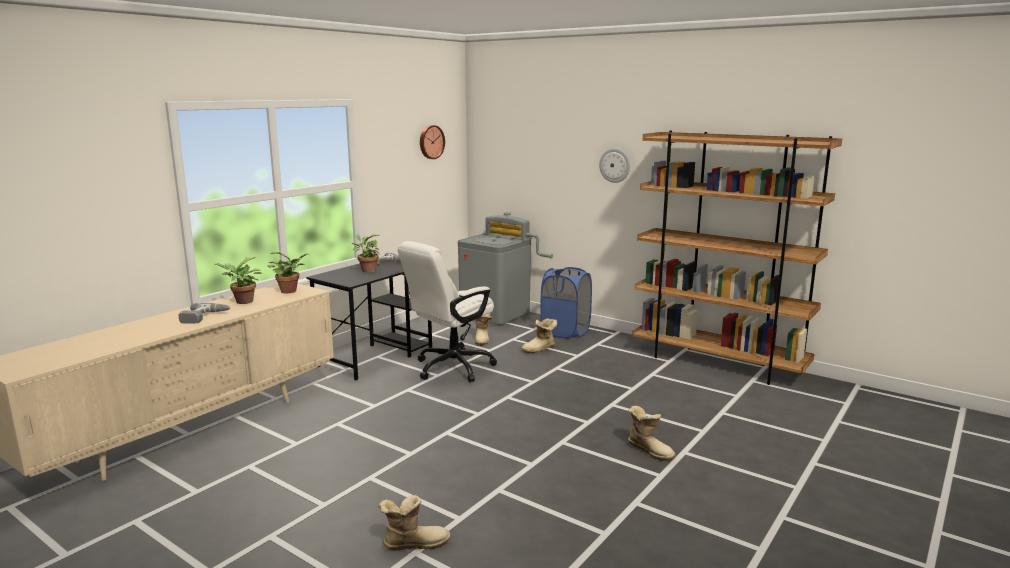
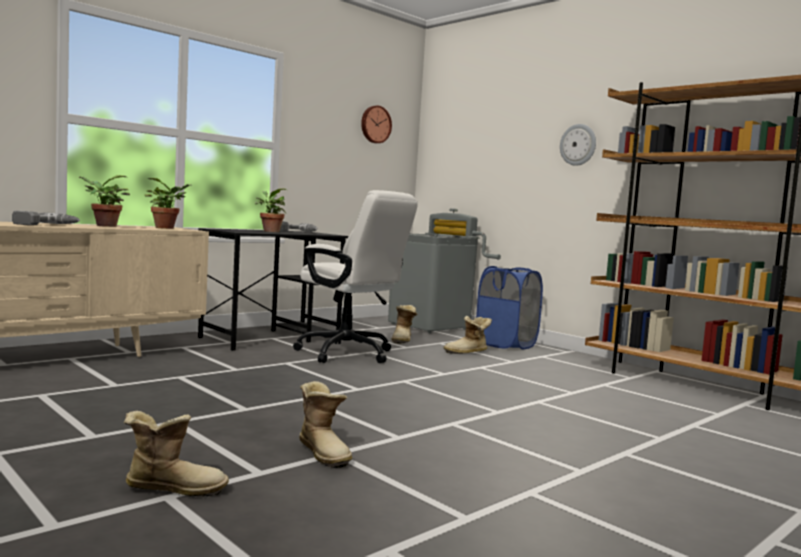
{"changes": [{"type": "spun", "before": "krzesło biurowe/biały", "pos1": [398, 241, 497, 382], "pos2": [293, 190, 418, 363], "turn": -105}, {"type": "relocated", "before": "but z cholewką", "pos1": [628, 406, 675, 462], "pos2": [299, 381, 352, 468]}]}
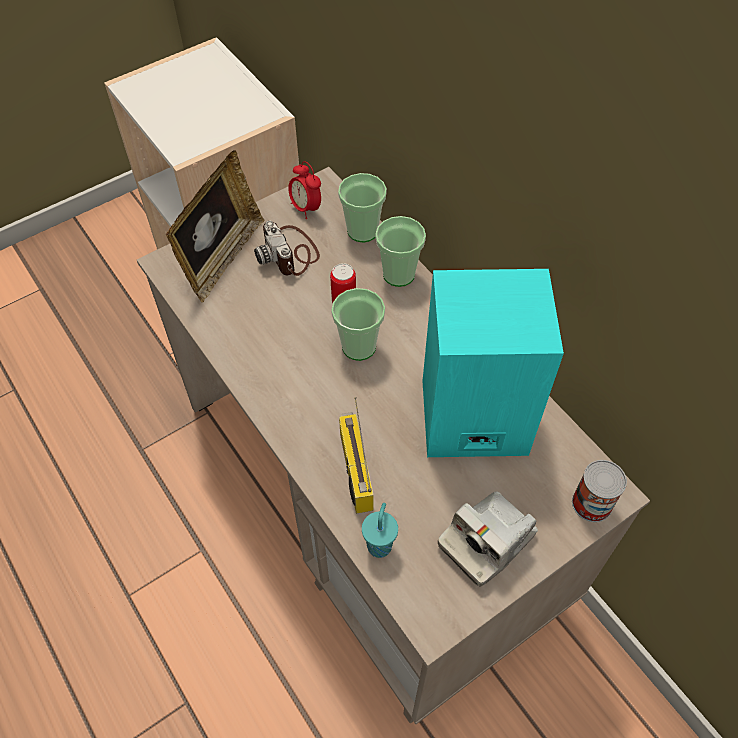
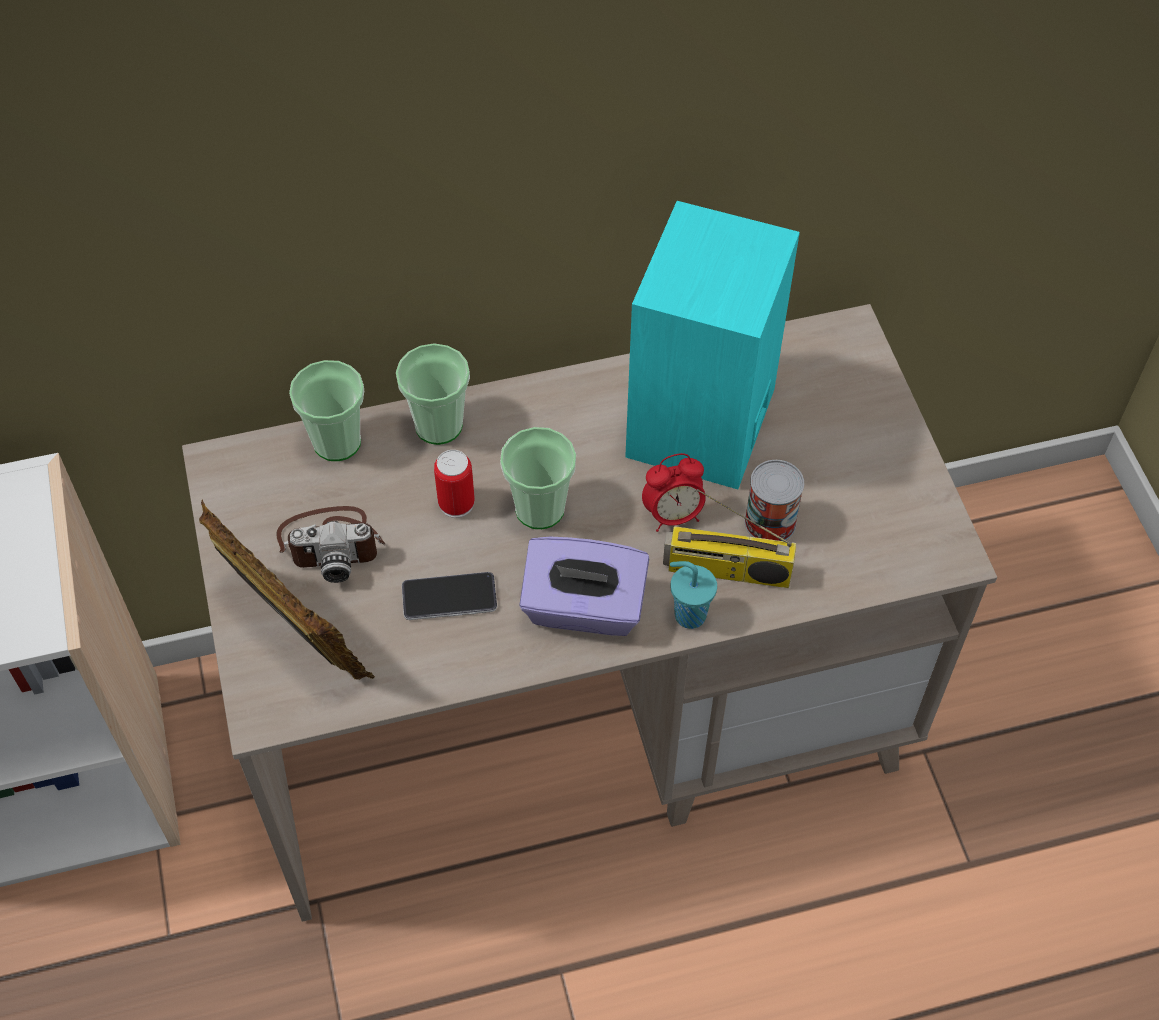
{"changes": [{"type": "relocated", "before": "budzik", "pos1": [288, 161, 321, 219], "pos2": [642, 453, 705, 532]}, {"type": "relocated", "before": "filiżanka/turkusowy", "pos1": [362, 503, 398, 558], "pos2": [670, 561, 717, 629]}, {"type": "missing", "before": "aparat fotograficzny", "pos1": [438, 491, 538, 587]}, {"type": "relocated", "before": "puszka", "pos1": [572, 460, 627, 522], "pos2": [744, 460, 804, 541]}, {"type": "appeared", "after": "telefon", "pos2": [402, 572, 497, 620]}, {"type": "appeared", "after": "pudełko chusteczek/fioletowy", "pos2": [519, 537, 649, 636]}]}
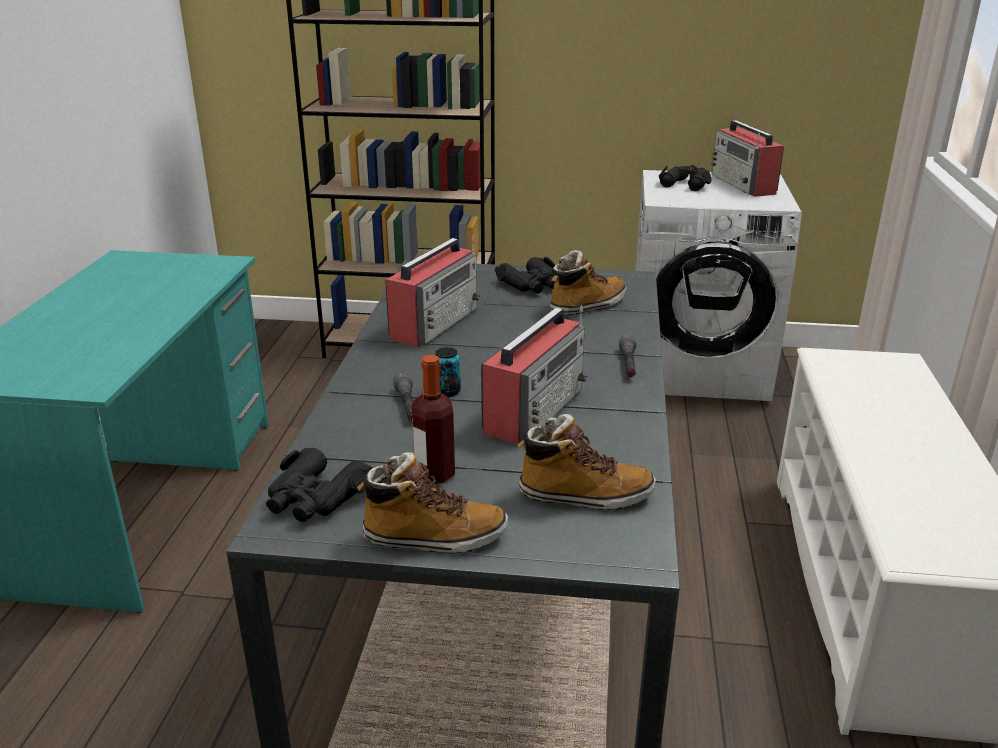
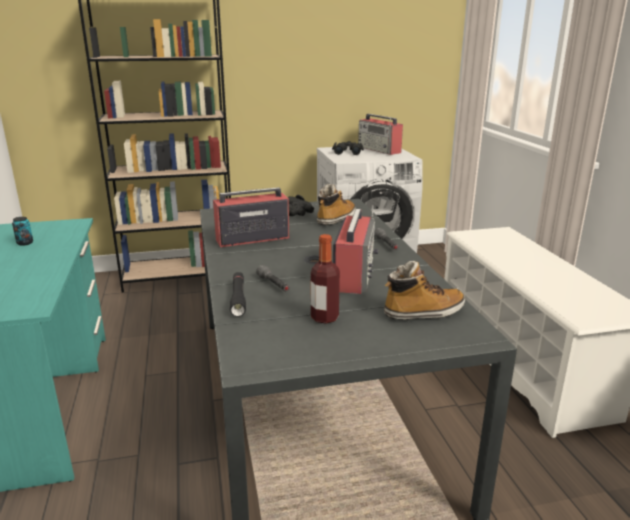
{"changes": [{"type": "missing", "before": "lornetka/czarny", "pos1": [266, 448, 372, 522]}, {"type": "missing", "before": "but z cholewką", "pos1": [357, 452, 508, 554]}, {"type": "spun", "before": "radio", "pos1": [385, 235, 480, 347], "pos2": [213, 187, 289, 247], "turn": -120}, {"type": "relocated", "before": "puszka", "pos1": [435, 347, 461, 397], "pos2": [12, 217, 33, 246]}, {"type": "appeared", "after": "latarka/czarny", "pos2": [230, 272, 246, 317]}]}
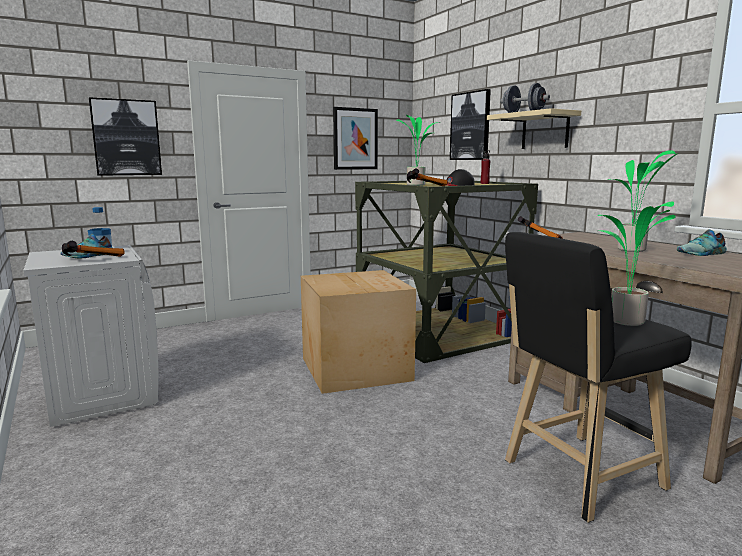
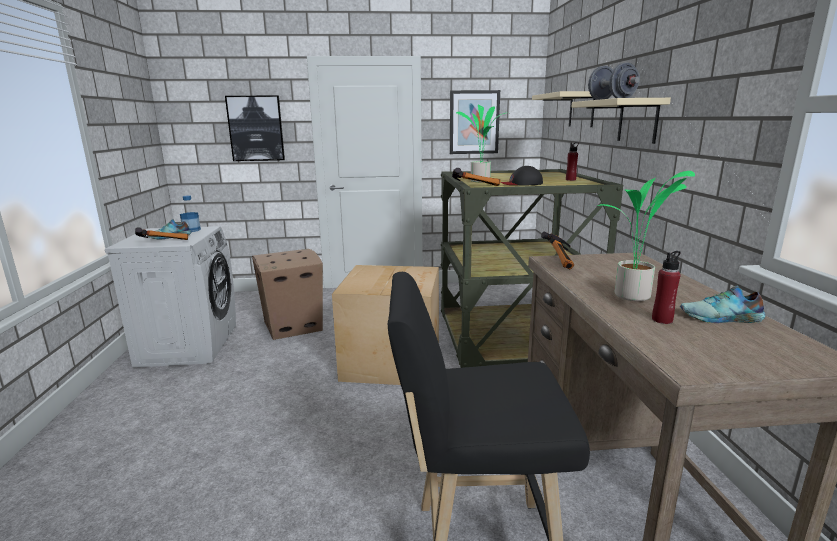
{"changes": [{"type": "exchanged", "before": "obraz", "after": "półka/beżowy", "pos1": [450, 89, 491, 160], "pos2": [532, 91, 595, 127]}, {"type": "missing", "before": "roślina doniczkowa", "pos1": [597, 201, 676, 326]}, {"type": "appeared", "after": "karton", "pos2": [252, 249, 323, 340]}, {"type": "appeared", "after": "butelka/czerwony", "pos2": [652, 251, 681, 324]}]}
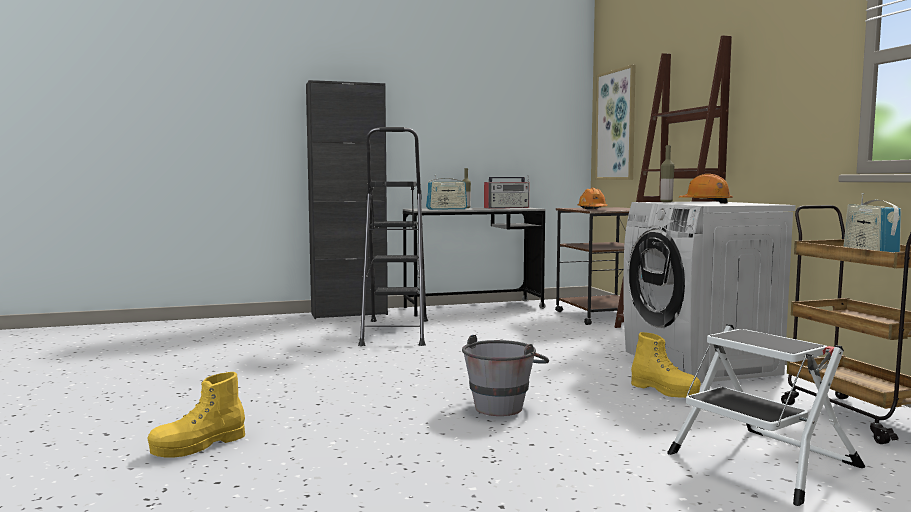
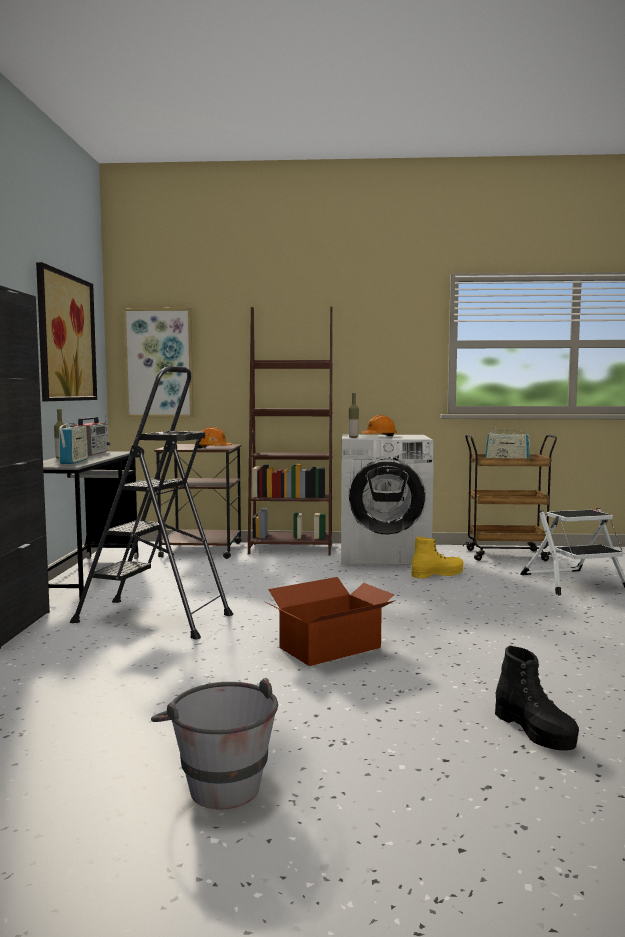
{"changes": [{"type": "colour", "before": "but z cholewką/żółty", "after": "but z cholewką/czarny", "pos1": [147, 372, 245, 458], "pos2": [495, 646, 579, 751]}, {"type": "relocated", "before": "wiadro/szary", "pos1": [462, 335, 549, 416], "pos2": [151, 678, 278, 810]}, {"type": "appeared", "after": "obraz", "pos2": [36, 262, 97, 401]}, {"type": "appeared", "after": "karton", "pos2": [264, 577, 396, 666]}]}
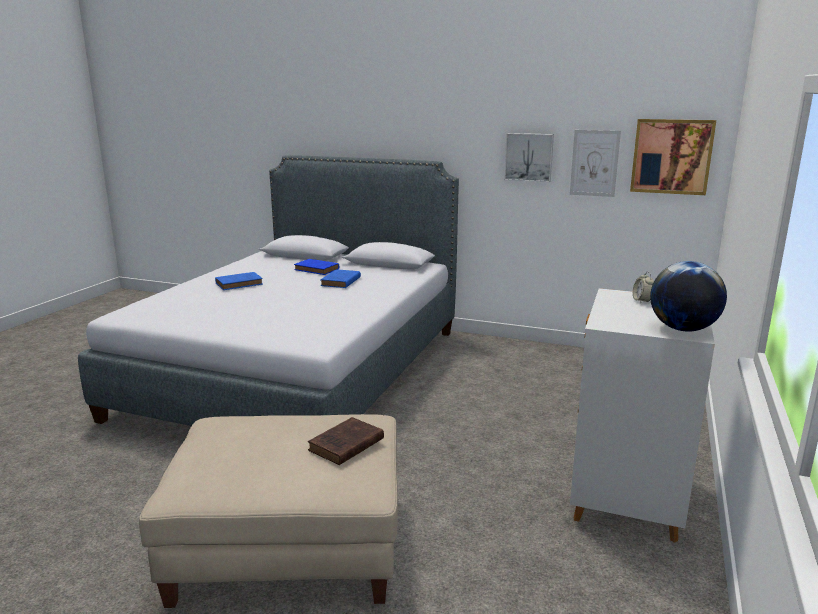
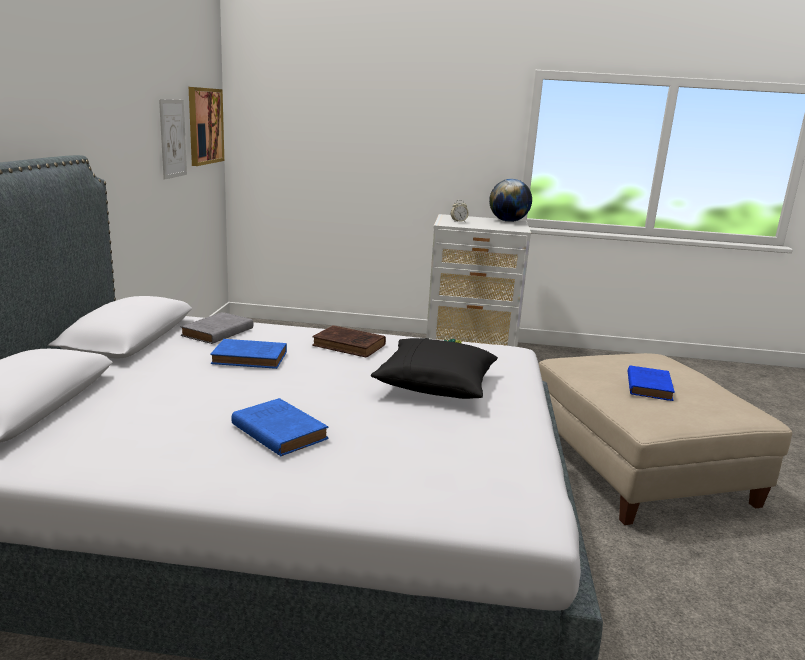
{"changes": [{"type": "relocated", "before": "książka/niebieski", "pos1": [294, 259, 339, 275], "pos2": [628, 365, 675, 401]}, {"type": "relocated", "before": "książka/brązowy", "pos1": [308, 417, 384, 465], "pos2": [312, 325, 386, 358]}, {"type": "missing", "before": "obraz", "pos1": [504, 133, 554, 182]}, {"type": "appeared", "after": "książka/szary", "pos2": [180, 312, 253, 344]}, {"type": "appeared", "after": "poduszka/czarny", "pos2": [371, 338, 498, 399]}]}
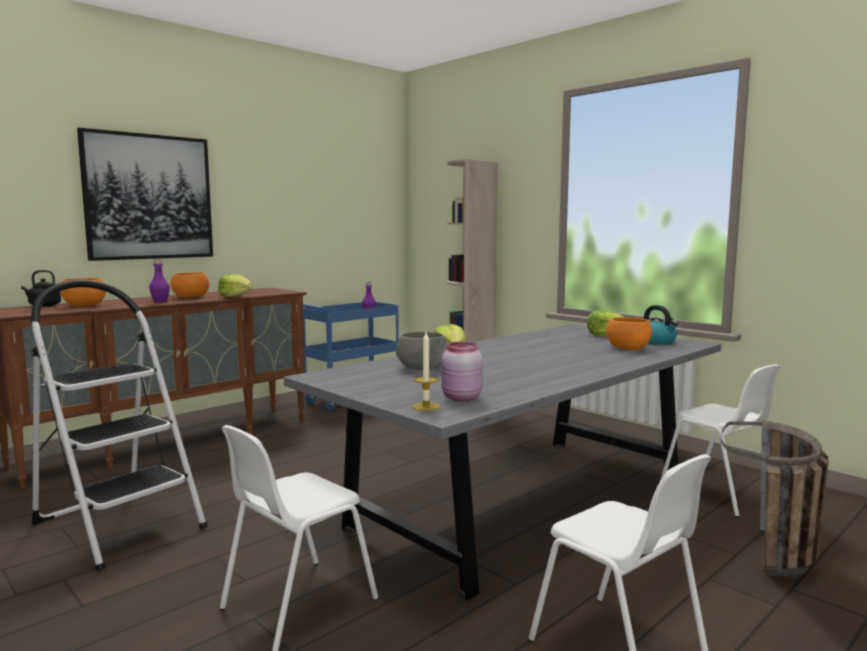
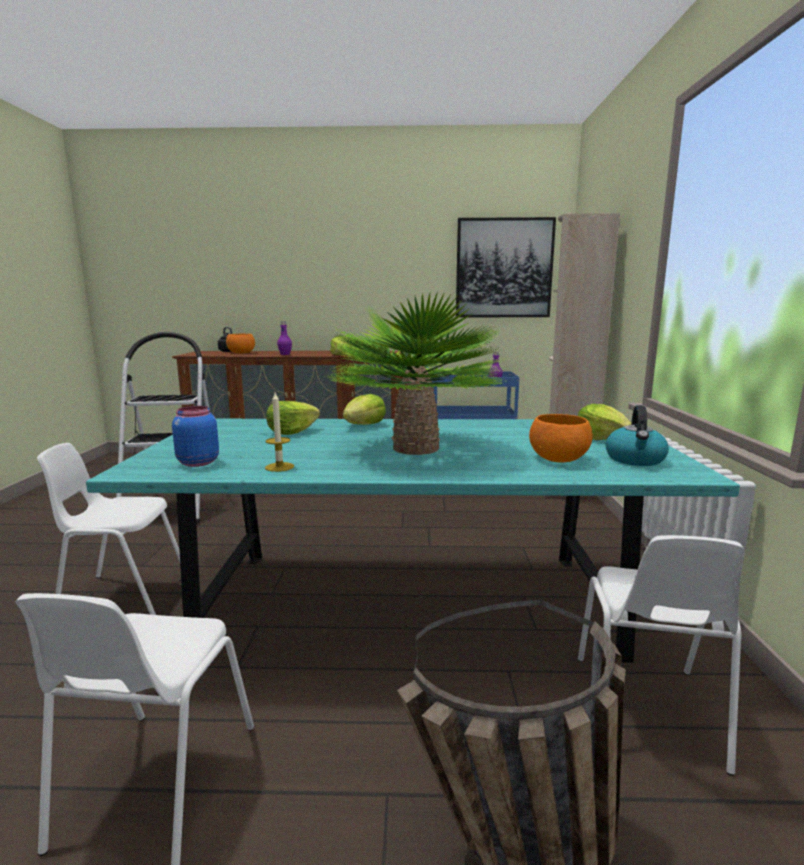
{"changes": [{"type": "relocated", "before": "obraz", "pos1": [77, 128, 213, 261], "pos2": [456, 217, 556, 317]}, {"type": "missing", "before": "miska/pomarańczowy", "pos1": [171, 272, 209, 298]}, {"type": "colour", "before": "stół jadalny/szary", "after": "stół jadalny/turkusowy", "pos1": [284, 324, 722, 601], "pos2": [86, 419, 740, 663]}, {"type": "exchanged", "before": "miska/szary", "after": "sałata", "pos1": [396, 331, 448, 370], "pos2": [266, 401, 320, 435]}, {"type": "relocated", "before": "świeca", "pos1": [412, 332, 441, 411], "pos2": [265, 393, 294, 472]}, {"type": "colour", "before": "słoik/różowy", "after": "słoik/niebieski", "pos1": [442, 342, 483, 401], "pos2": [172, 406, 219, 467]}, {"type": "appeared", "after": "roślina doniczkowa", "pos2": [327, 291, 505, 455]}]}
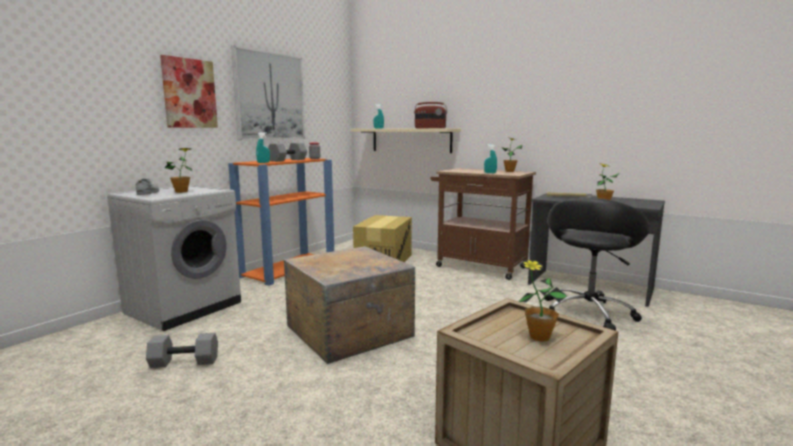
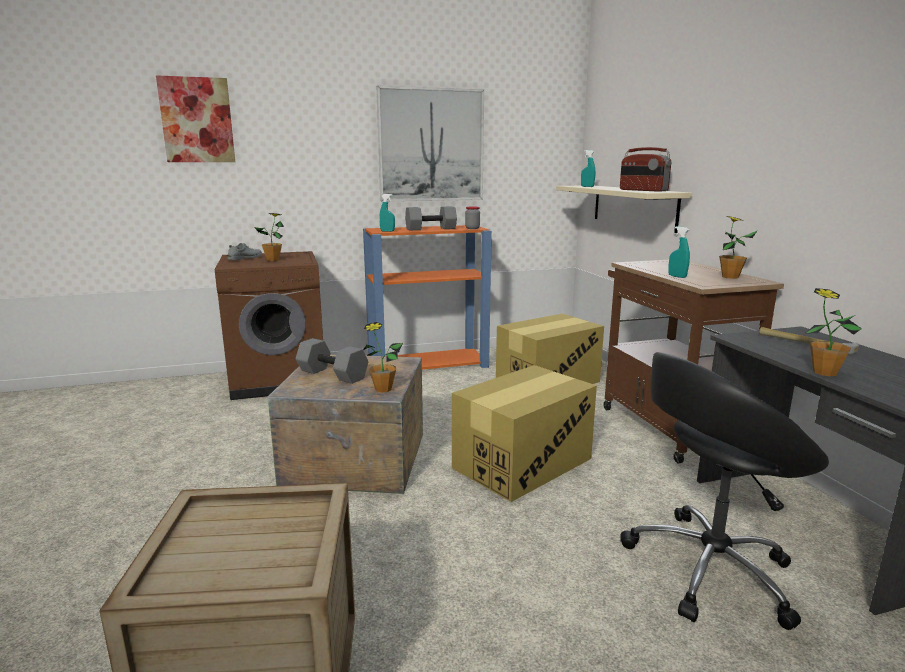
{"changes": [{"type": "colour", "before": "pralka/biały", "after": "pralka/brązowy", "pos1": [107, 185, 241, 331], "pos2": [215, 251, 323, 400]}, {"type": "relocated", "before": "hantel/szary", "pos1": [146, 333, 218, 368], "pos2": [296, 338, 368, 384]}, {"type": "relocated", "before": "obraz", "pos1": [160, 55, 218, 128], "pos2": [156, 75, 235, 162]}, {"type": "relocated", "before": "roślina doniczkowa", "pos1": [518, 260, 567, 342], "pos2": [362, 322, 403, 392]}, {"type": "appeared", "after": "karton", "pos2": [452, 365, 597, 502]}]}
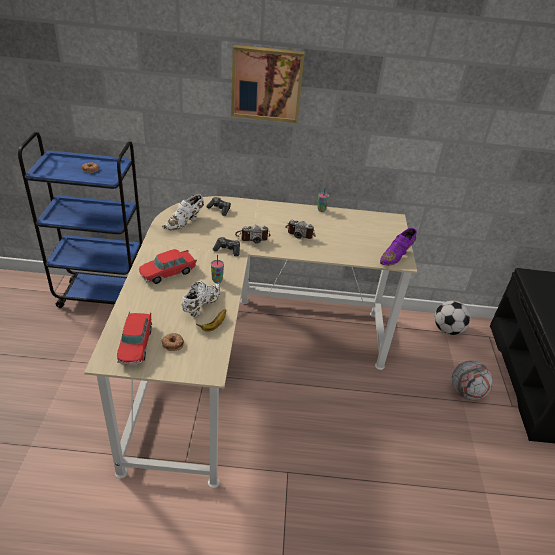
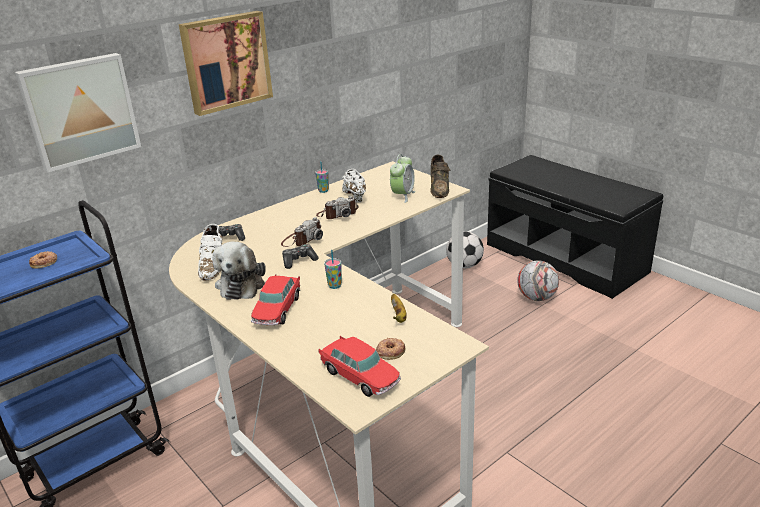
{"changes": [{"type": "relocated", "before": "but/biały", "pos1": [182, 281, 220, 317], "pos2": [342, 169, 366, 203]}, {"type": "colour", "before": "but/fioletowy", "after": "but/brązowy", "pos1": [380, 228, 417, 266], "pos2": [430, 155, 450, 198]}, {"type": "appeared", "after": "obraz", "pos2": [15, 53, 141, 172]}, {"type": "appeared", "after": "pluszak", "pos2": [212, 242, 266, 300]}, {"type": "appeared", "after": "budzik", "pos2": [390, 154, 415, 203]}]}
